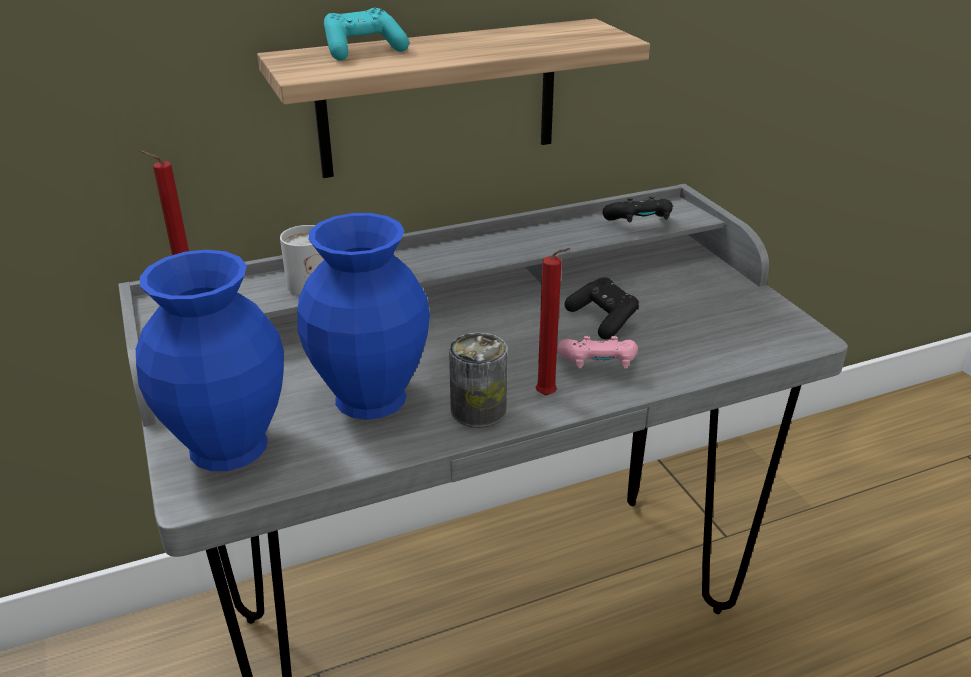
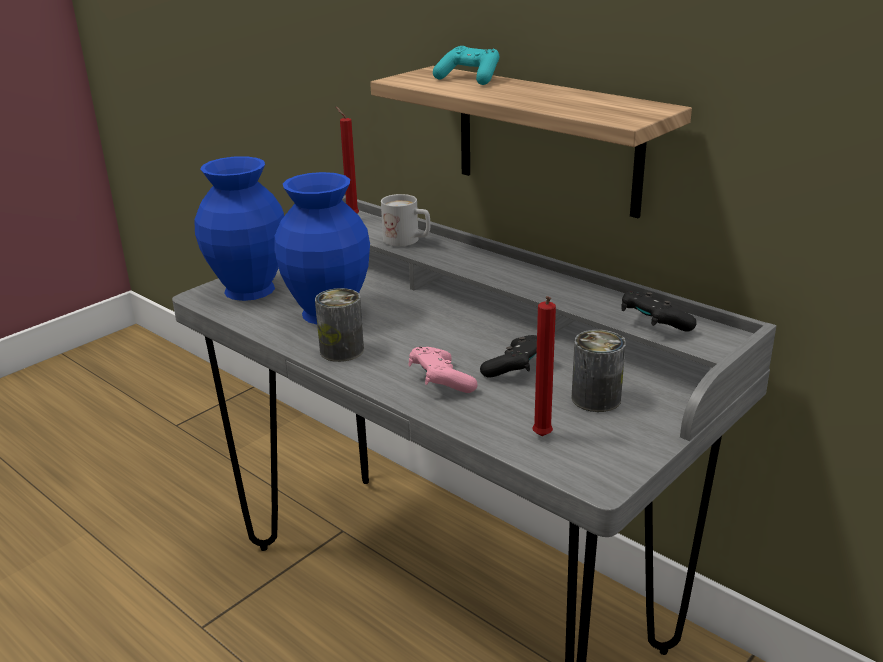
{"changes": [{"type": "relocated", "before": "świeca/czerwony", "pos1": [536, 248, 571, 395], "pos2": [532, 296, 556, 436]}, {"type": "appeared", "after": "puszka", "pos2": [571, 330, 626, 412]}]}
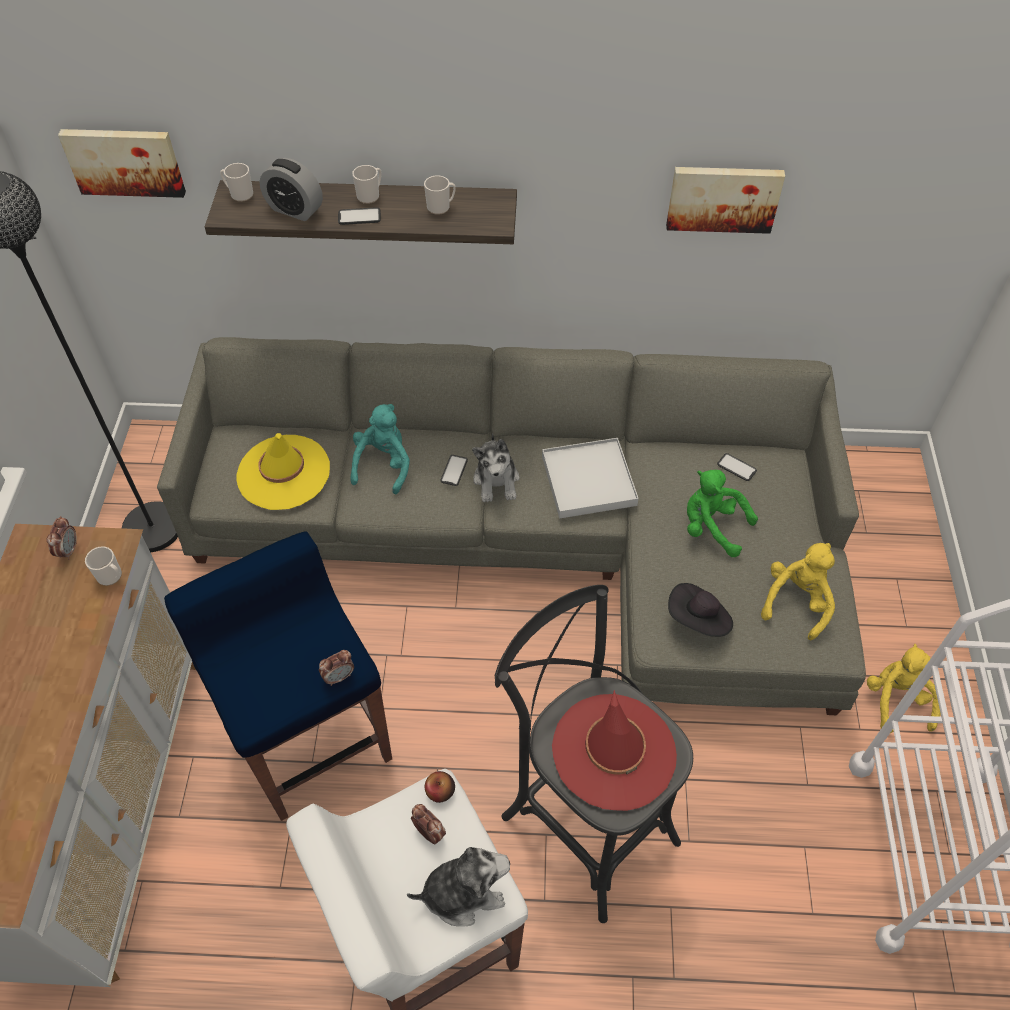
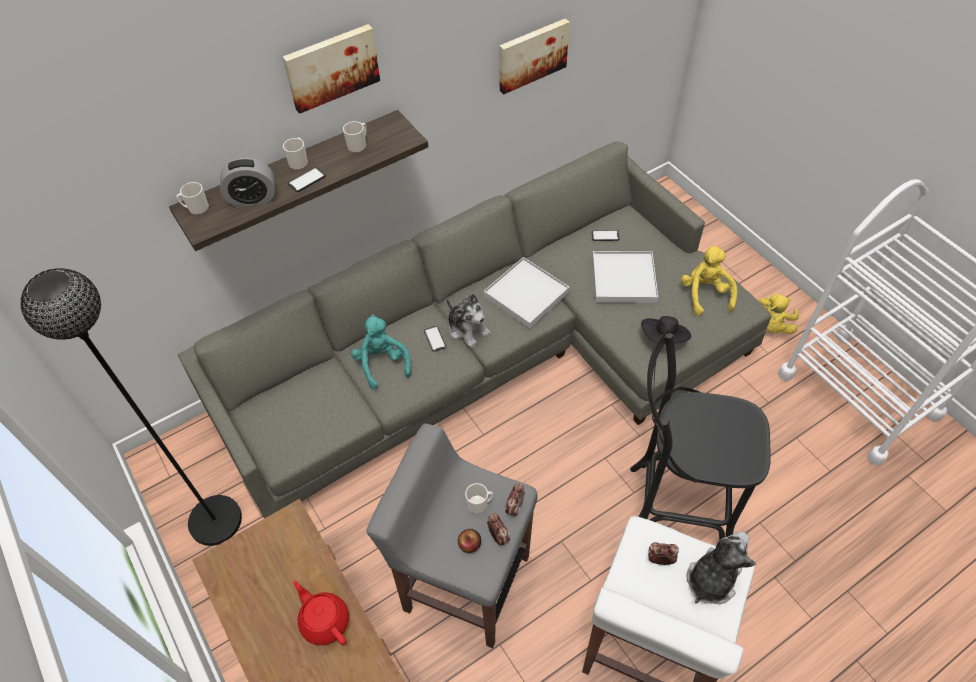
{"changes": [{"type": "relocated", "before": "budzik", "pos1": [47, 516, 77, 560], "pos2": [487, 513, 510, 546]}, {"type": "relocated", "before": "obraz", "pos1": [58, 129, 186, 198], "pos2": [283, 24, 380, 114]}, {"type": "relocated", "before": "kubek", "pos1": [85, 546, 122, 586], "pos2": [465, 483, 493, 514]}, {"type": "colour", "before": "stołek/niebieski", "after": "stołek/szary", "pos1": [164, 531, 392, 821], "pos2": [367, 424, 538, 648]}, {"type": "missing", "before": "kapelusz/żółty", "pos1": [237, 433, 330, 510]}, {"type": "relocated", "before": "jabłko", "pos1": [425, 771, 455, 803], "pos2": [458, 529, 481, 553]}, {"type": "missing", "before": "kapelusz/czerwony", "pos1": [552, 690, 677, 811]}, {"type": "exchanged", "before": "pluszak/zielony", "after": "taca/biały", "pos1": [687, 470, 758, 557], "pos2": [592, 251, 658, 303]}, {"type": "spun", "before": "pluszak/żółty", "pos1": [867, 644, 941, 733], "pos2": [758, 294, 799, 334], "turn": -105}, {"type": "appeared", "after": "imbryk/czerwony", "pos2": [293, 581, 349, 645]}]}
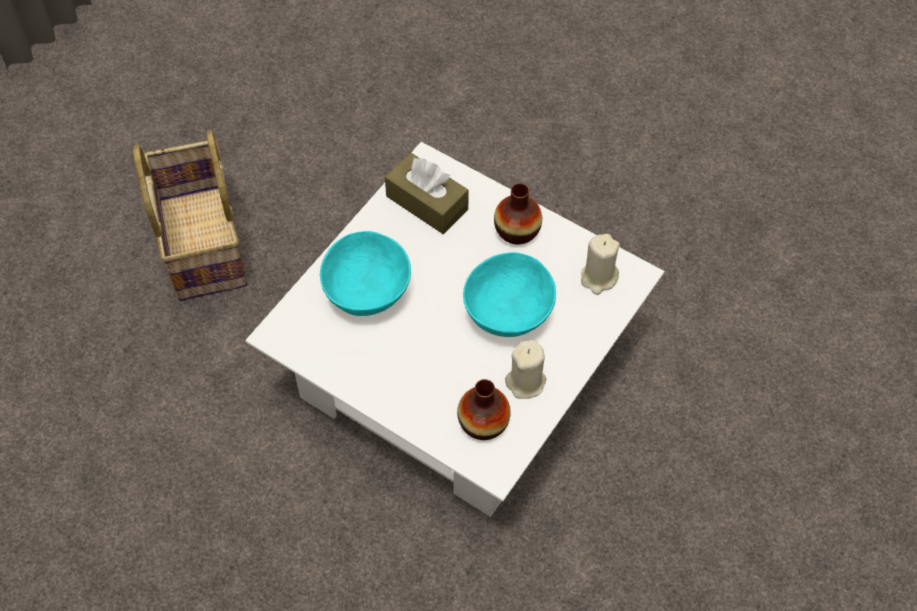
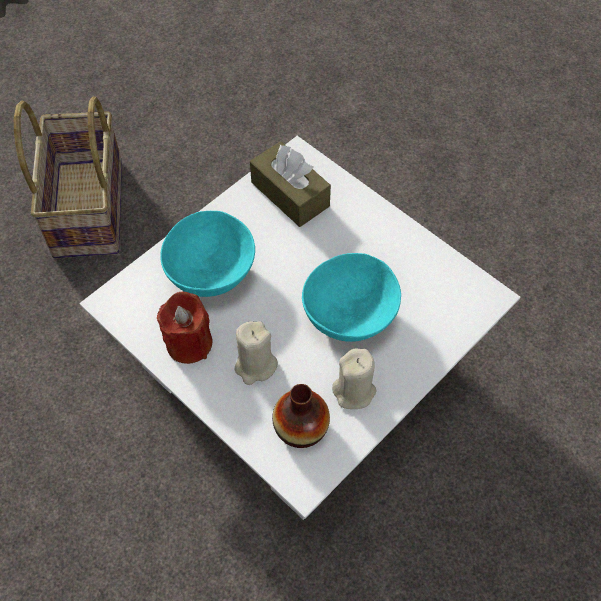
{"changes": [{"type": "missing", "before": "wazon", "pos1": [494, 183, 542, 245]}, {"type": "relocated", "before": "świeca/beżowy", "pos1": [581, 234, 620, 295], "pos2": [235, 321, 278, 385]}, {"type": "appeared", "after": "świeca/czerwony", "pos2": [157, 292, 213, 364]}]}
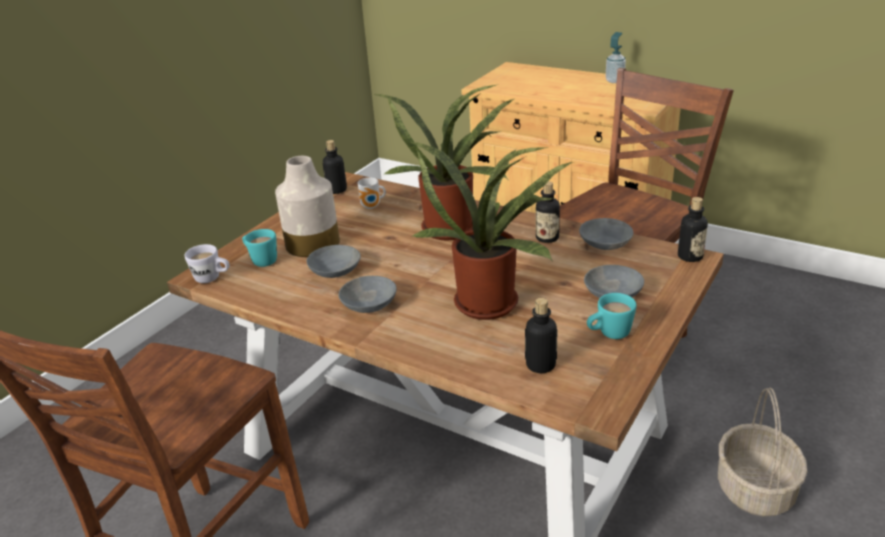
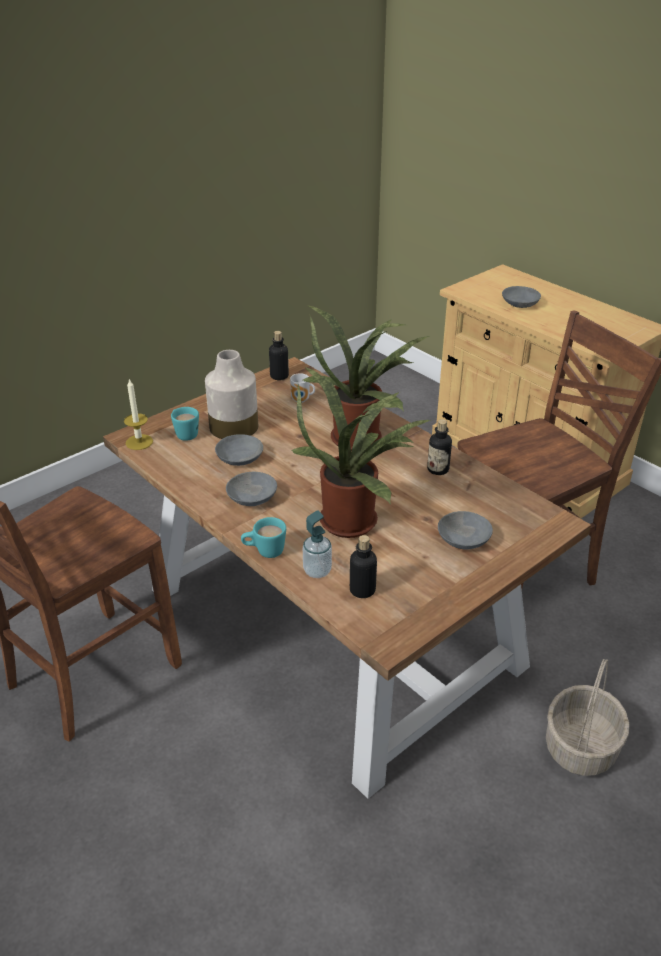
{"changes": [{"type": "exchanged", "before": "kubek/biały", "after": "świeca", "pos1": [185, 244, 230, 283], "pos2": [124, 378, 153, 450]}, {"type": "relocated", "before": "miska/szary", "pos1": [579, 218, 633, 250], "pos2": [502, 286, 541, 308]}, {"type": "relocated", "before": "kubek/turkusowy", "pos1": [587, 293, 637, 339], "pos2": [241, 517, 286, 558]}, {"type": "relocated", "before": "dozownik mydła", "pos1": [606, 32, 626, 83], "pos2": [303, 510, 332, 578]}, {"type": "missing", "before": "butelka", "pos1": [678, 197, 708, 262]}]}
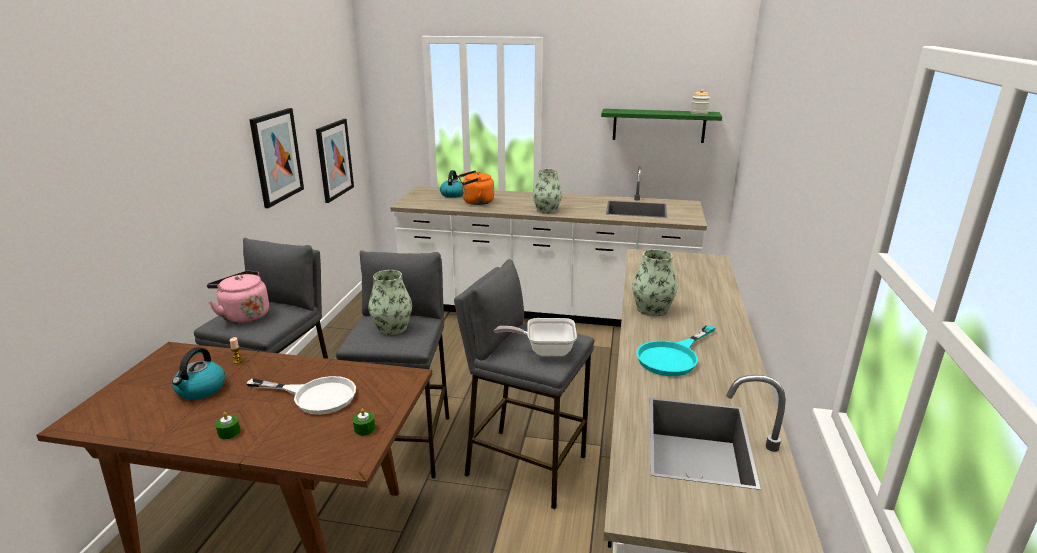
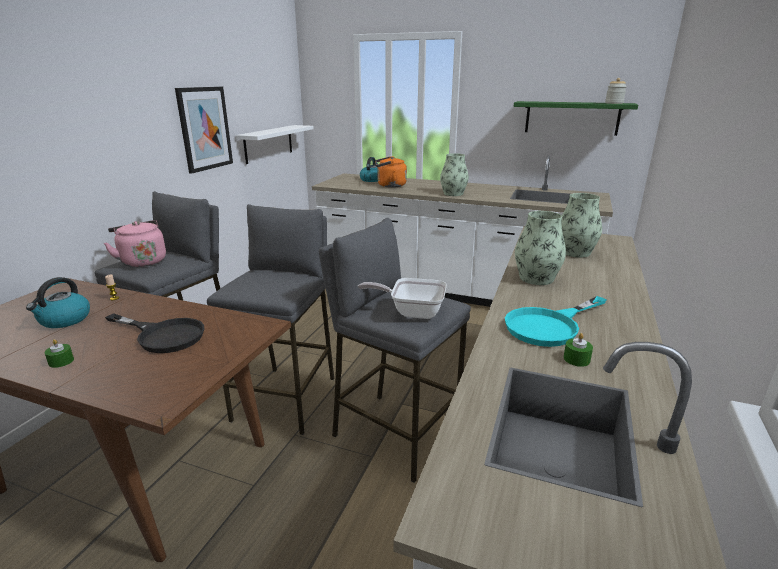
{"changes": [{"type": "colour", "before": "patelnia/biały", "after": "patelnia/czarny", "pos1": [246, 376, 356, 415], "pos2": [105, 313, 204, 353]}, {"type": "exchanged", "before": "obraz", "after": "półka/biały", "pos1": [316, 119, 354, 203], "pos2": [236, 125, 314, 164]}, {"type": "relocated", "before": "świeca/zielony", "pos1": [353, 408, 375, 436], "pos2": [563, 333, 593, 367]}, {"type": "relocated", "before": "wazon", "pos1": [369, 270, 412, 335], "pos2": [562, 193, 602, 258]}]}
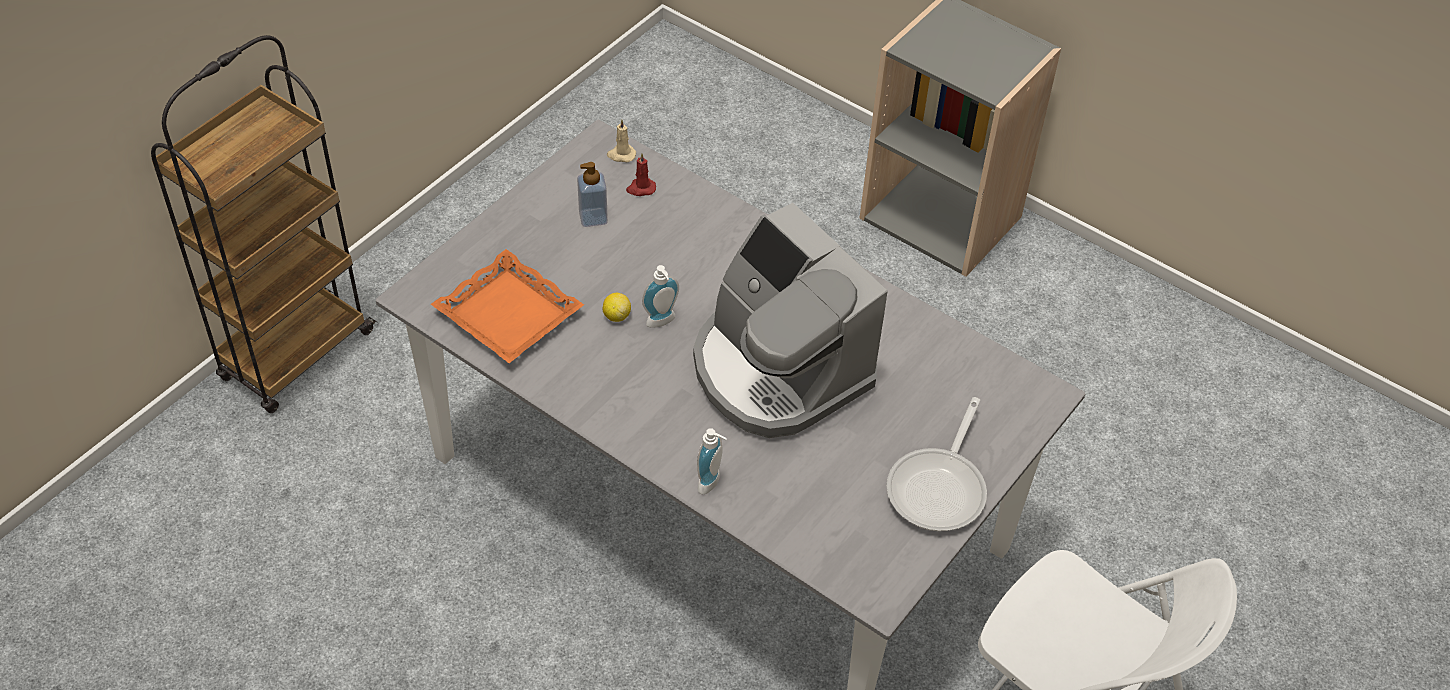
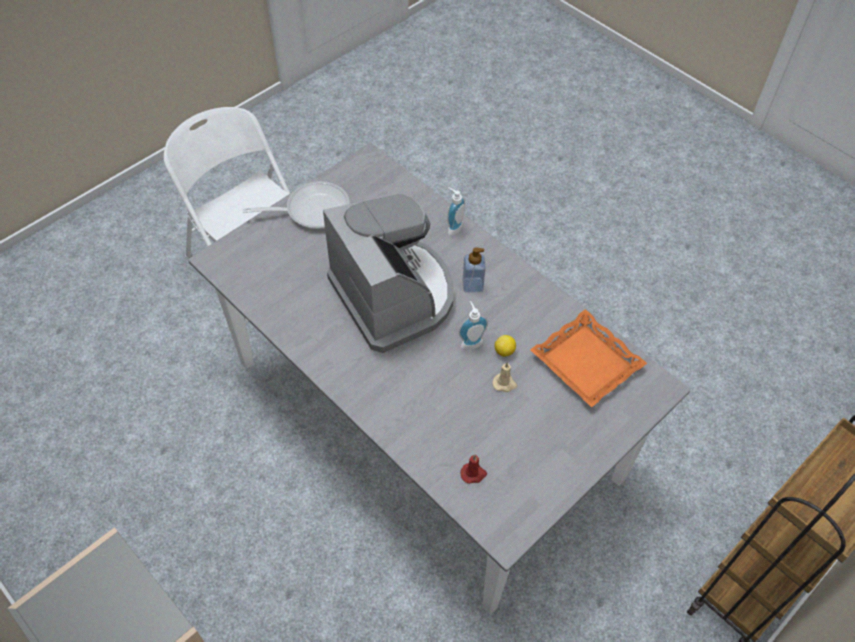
{"changes": [{"type": "relocated", "before": "dozownik mydła", "pos1": [577, 162, 608, 227], "pos2": [463, 247, 486, 293]}, {"type": "relocated", "before": "świeca/beżowy", "pos1": [607, 119, 636, 162], "pos2": [492, 362, 517, 392]}, {"type": "spun", "before": "patelnia", "pos1": [887, 397, 987, 531], "pos2": [242, 181, 350, 229], "turn": 45}]}
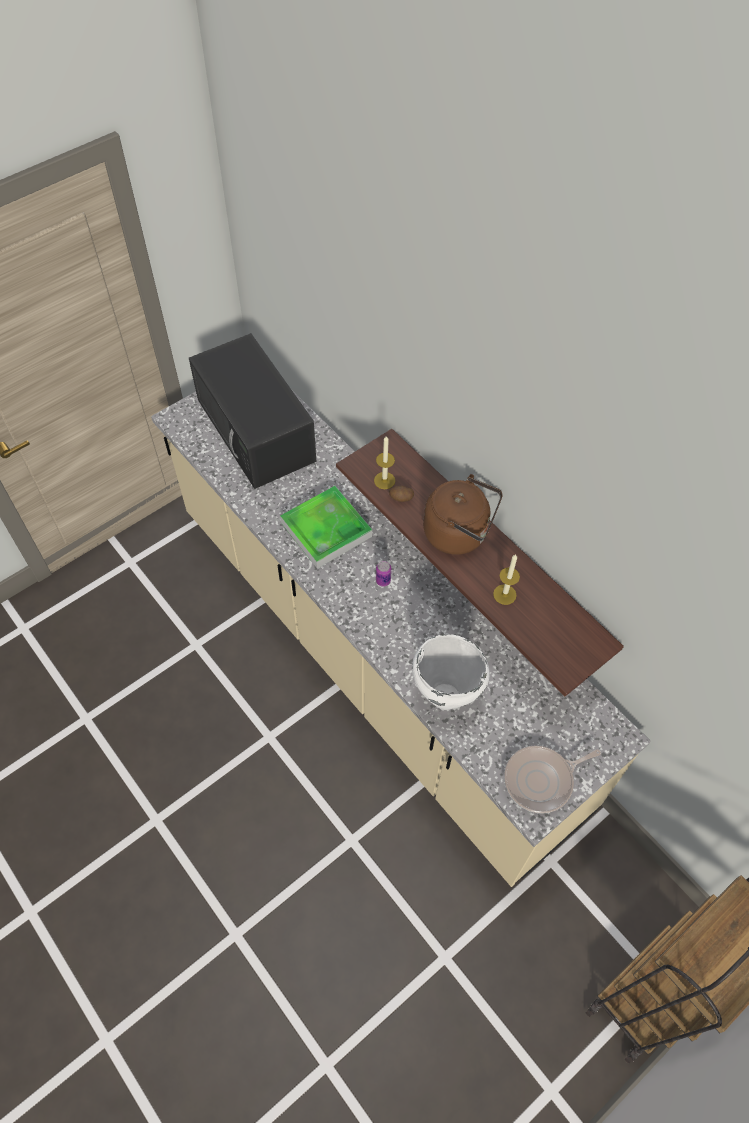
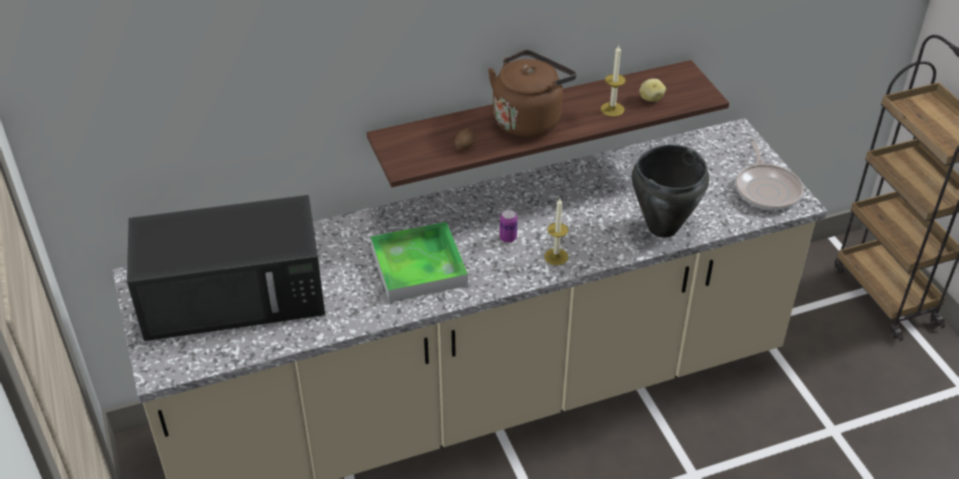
{"changes": [{"type": "relocated", "before": "świeca", "pos1": [374, 436, 395, 489], "pos2": [544, 198, 568, 265]}, {"type": "colour", "before": "garnek/biały", "after": "garnek/czarny", "pos1": [412, 634, 490, 710], "pos2": [632, 145, 709, 238]}, {"type": "appeared", "after": "ziemniak", "pos2": [639, 79, 666, 102]}]}
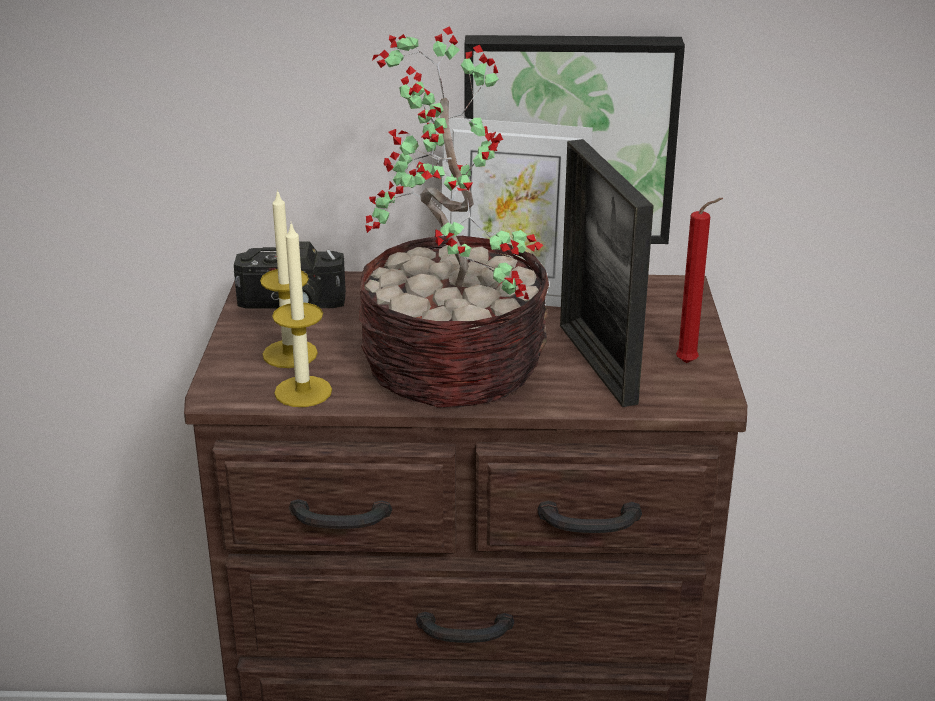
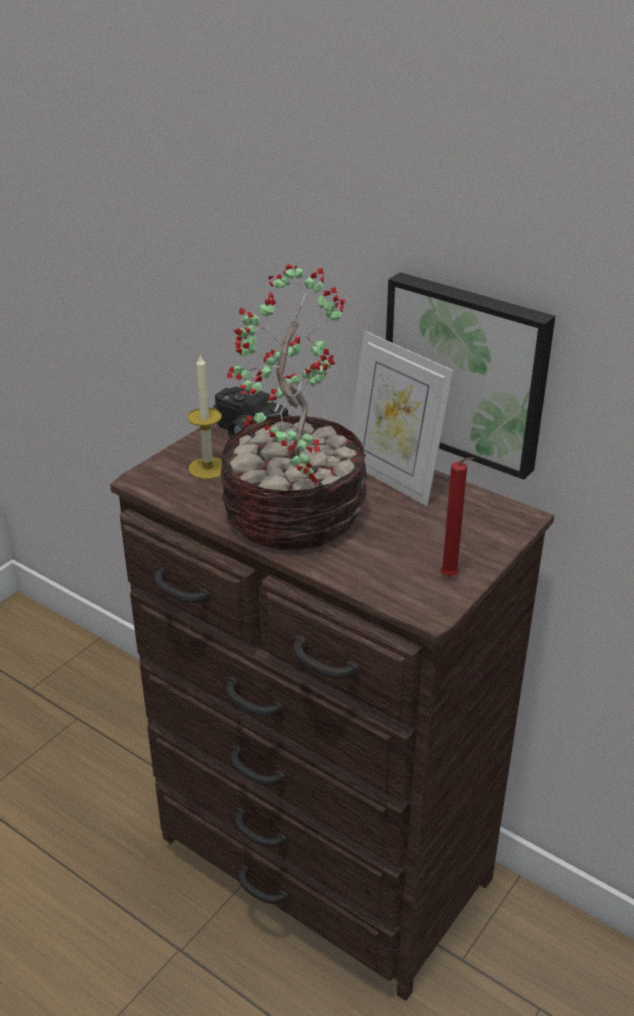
{"changes": [{"type": "missing", "before": "świeca", "pos1": [272, 223, 332, 407]}, {"type": "missing", "before": "ramka na zdjęcie", "pos1": [560, 139, 654, 407]}]}
